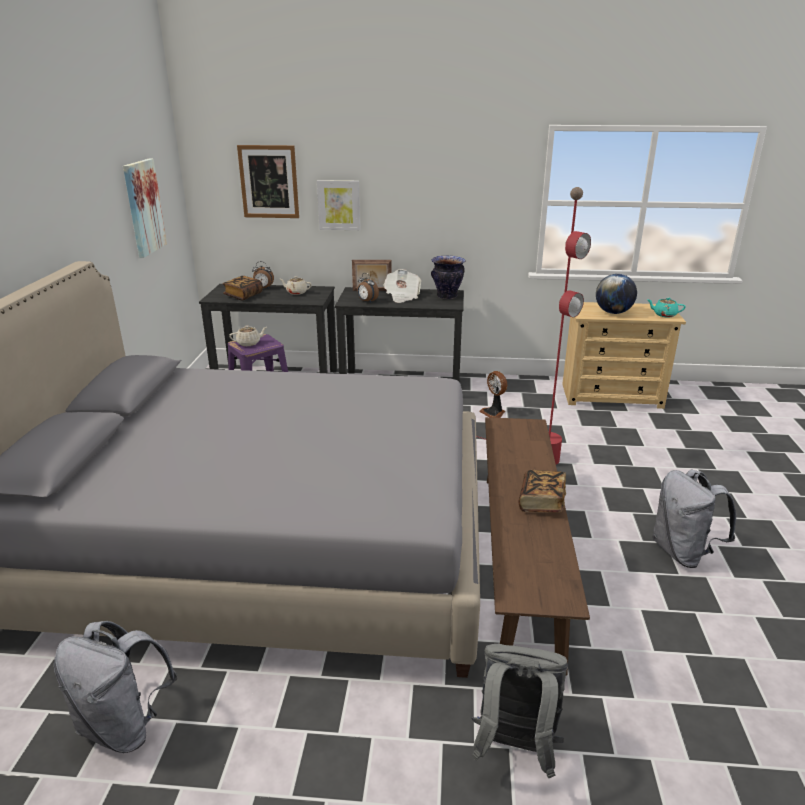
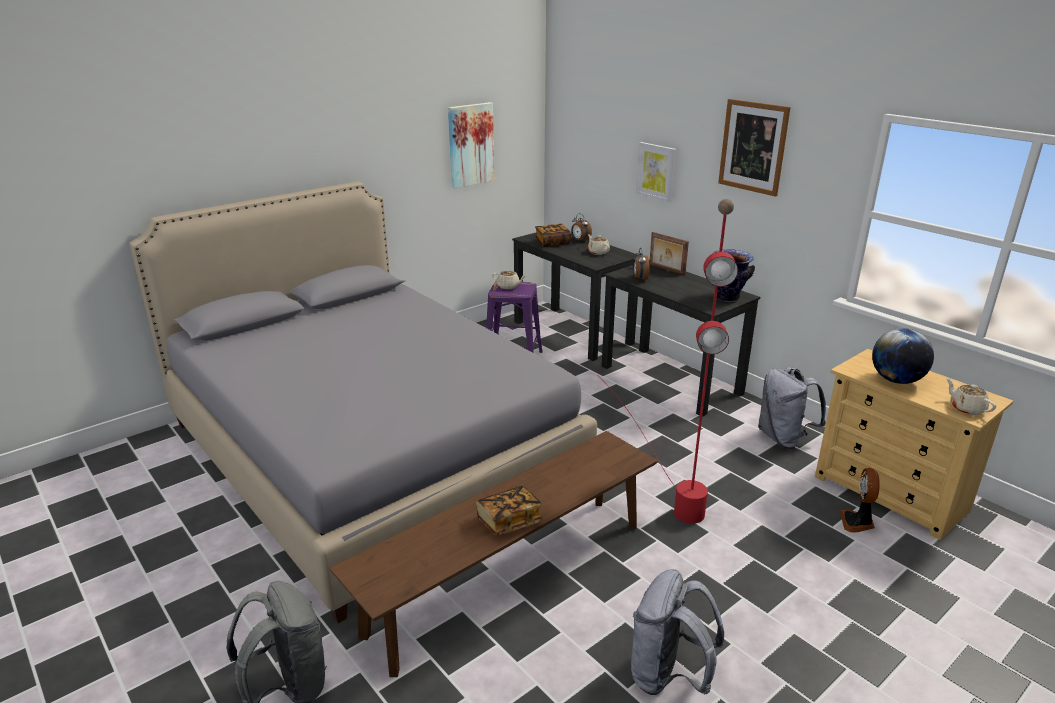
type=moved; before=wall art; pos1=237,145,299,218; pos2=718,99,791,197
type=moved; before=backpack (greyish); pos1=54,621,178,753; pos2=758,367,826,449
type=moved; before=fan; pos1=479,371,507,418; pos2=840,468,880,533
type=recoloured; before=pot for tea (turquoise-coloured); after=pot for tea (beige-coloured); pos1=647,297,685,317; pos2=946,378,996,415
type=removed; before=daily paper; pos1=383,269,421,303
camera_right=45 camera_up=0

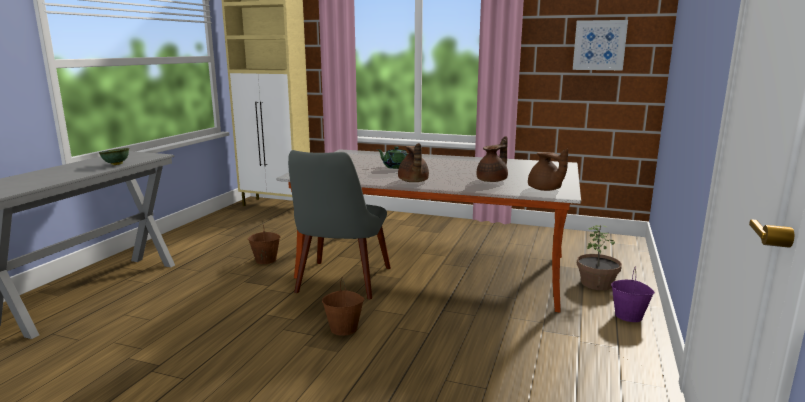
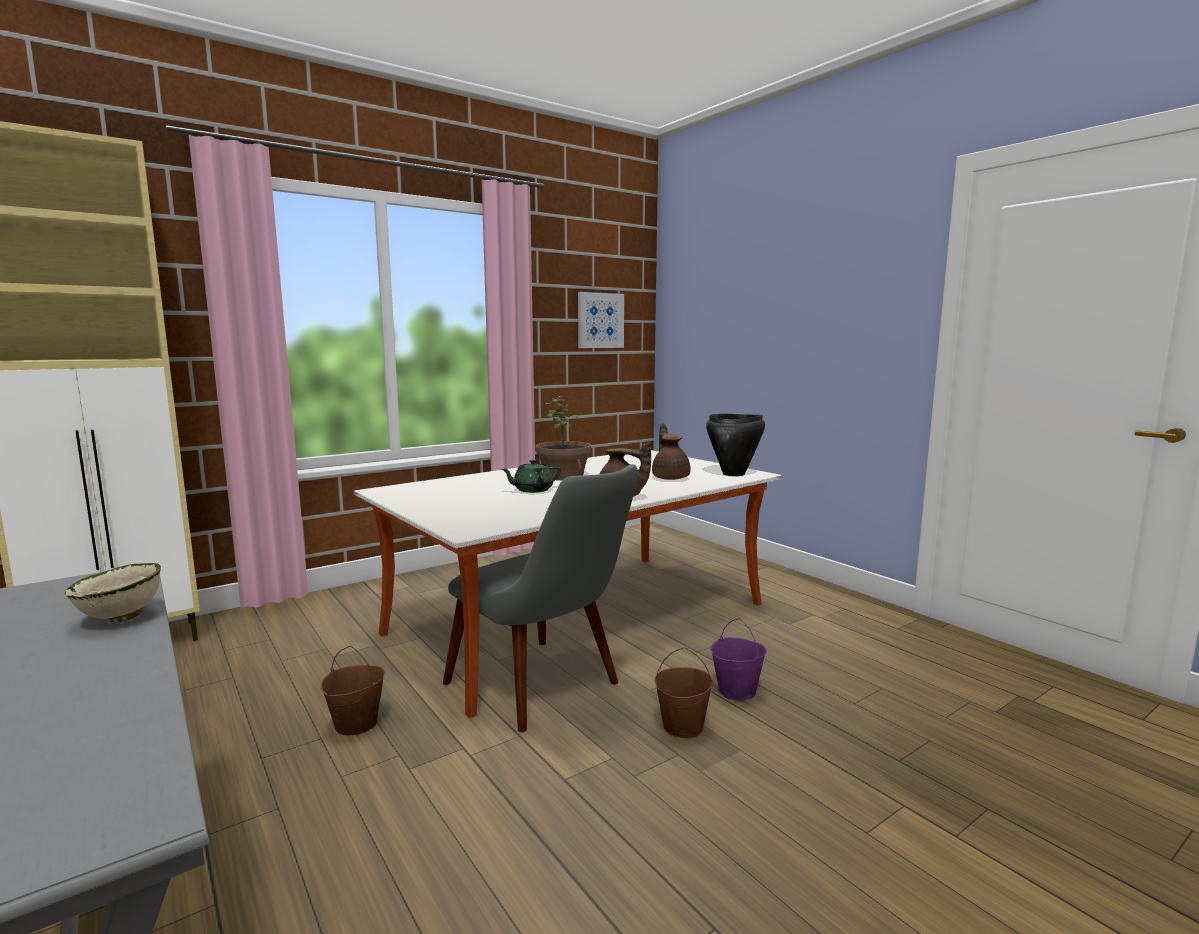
type=recoloured; before=deep dish (greenish); after=deep dish (beige-coloured); pos1=99,148,129,165; pos2=65,563,161,623
type=moved; before=potted plant; pos1=577,225,622,290; pos2=536,396,591,480
type=replaced; before=pot for tea (brown); after=saucepot (black); pos1=528,149,568,191; pos2=706,414,765,476
type=moved; before=bucket (purplish); pos1=611,266,655,322; pos2=711,618,767,701
camera_right=-55 camera_up=-5

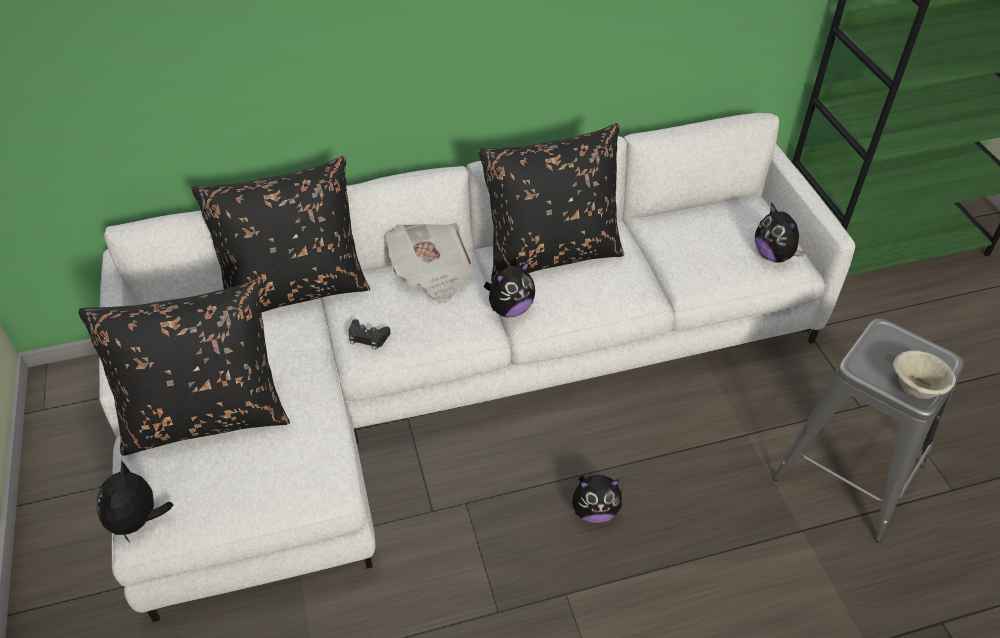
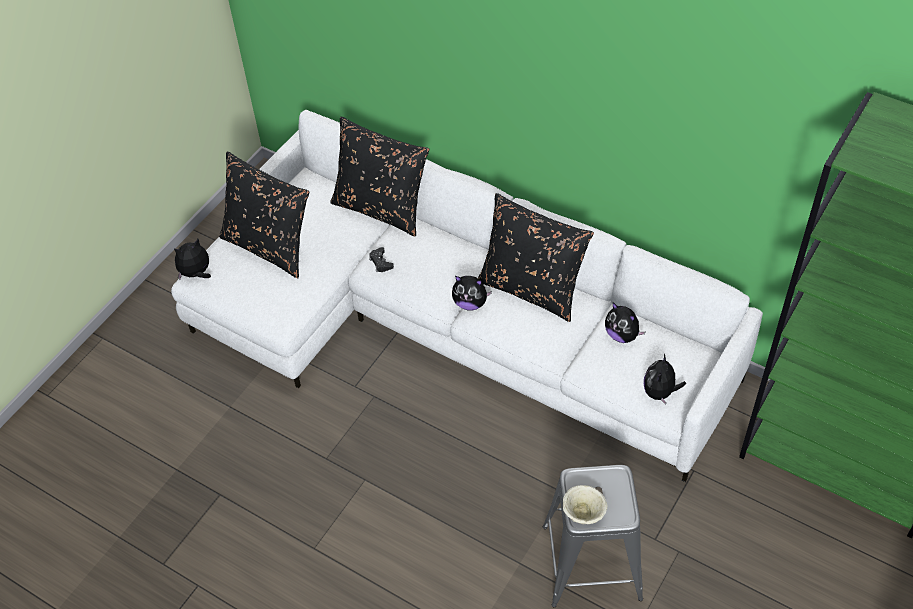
type=moved; before=cuddly toy; pos1=572,475,624,523; pos2=605,302,645,343
type=removed; before=daily paper; pos1=386,223,475,303
camera_right=50 camera_up=5

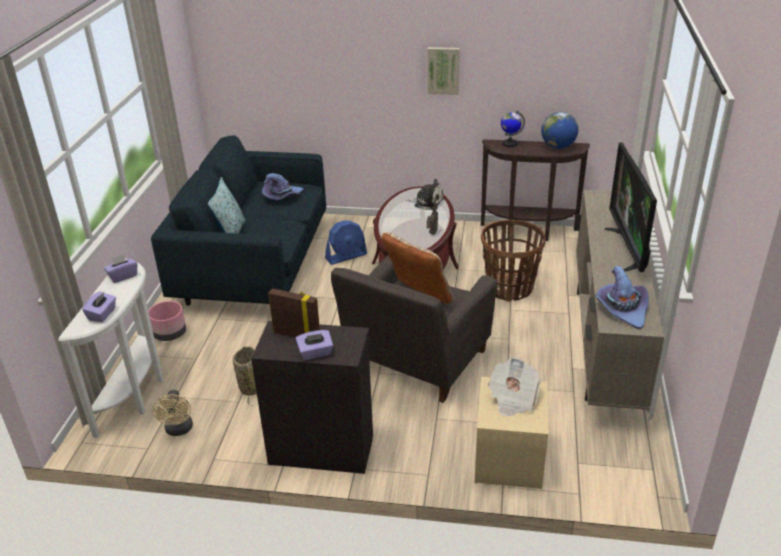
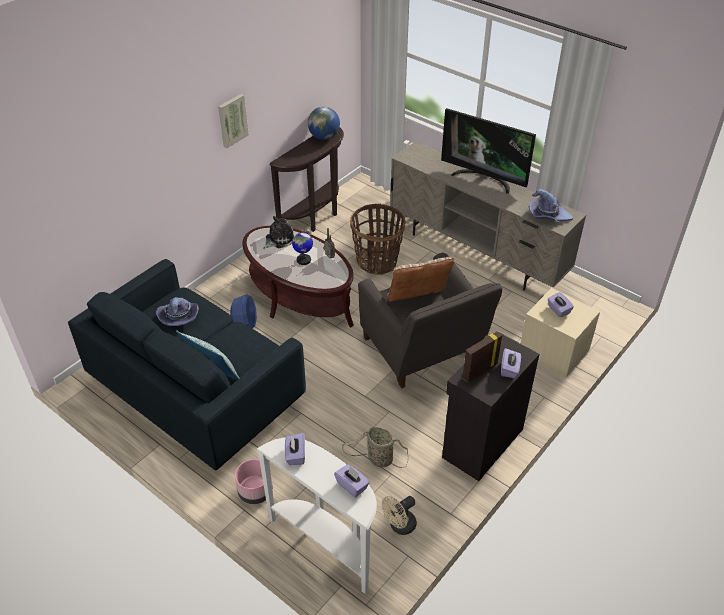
type=moved; before=desk globe; pos1=501,111,525,147; pos2=292,230,313,265
type=turned; before=fan (beige-coloured); pos1=153,390,193,436; pos2=382,496,417,535; turn=120
type=replaced; before=daily paper; after=tissue holder (purplish); pos1=488,357,541,416; pos2=548,292,574,317
camera_right=-60 camera_up=10

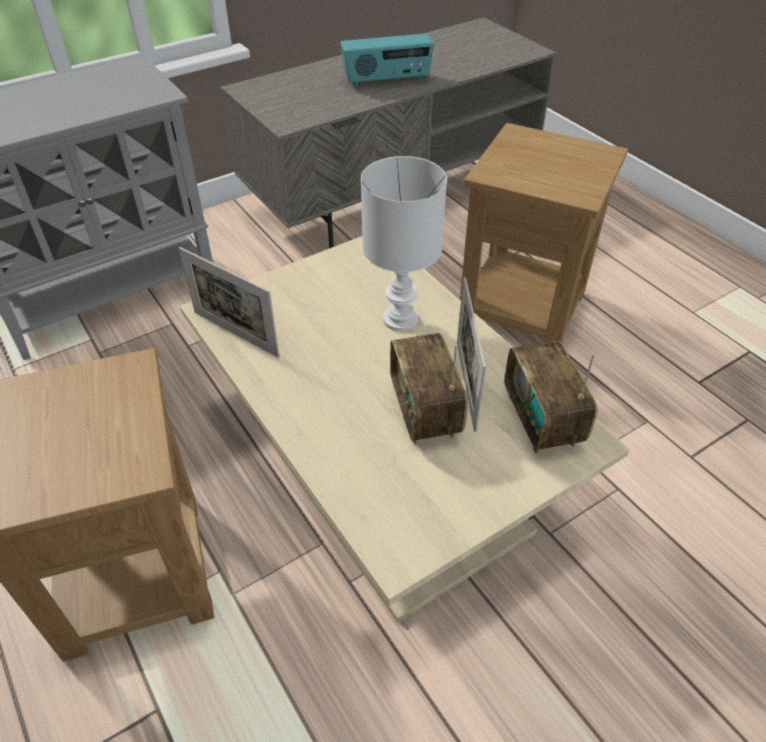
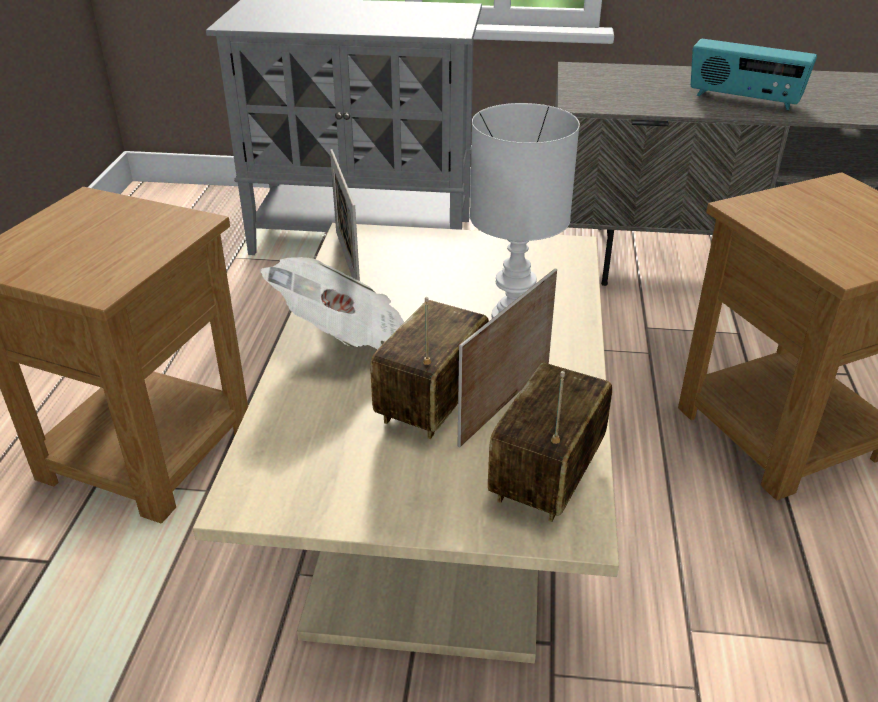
type=added; after=daily paper; pos2=261,257,404,349
camera_right=40 camera_up=-10

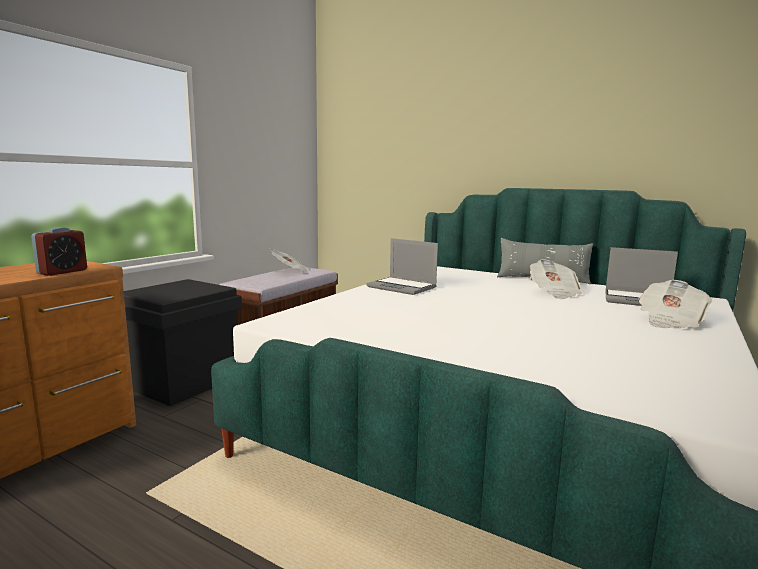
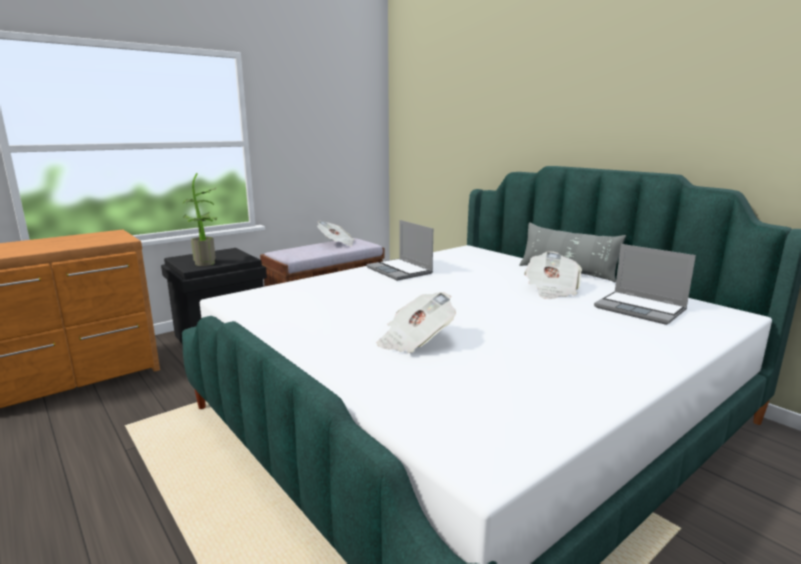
type=added; after=potted plant; pos2=183,173,218,266
type=moved; before=daily paper; pos1=638,280,712,328; pos2=377,292,456,353
type=removed; before=table clock; pos1=31,227,87,276
camera_right=20 camera_up=5

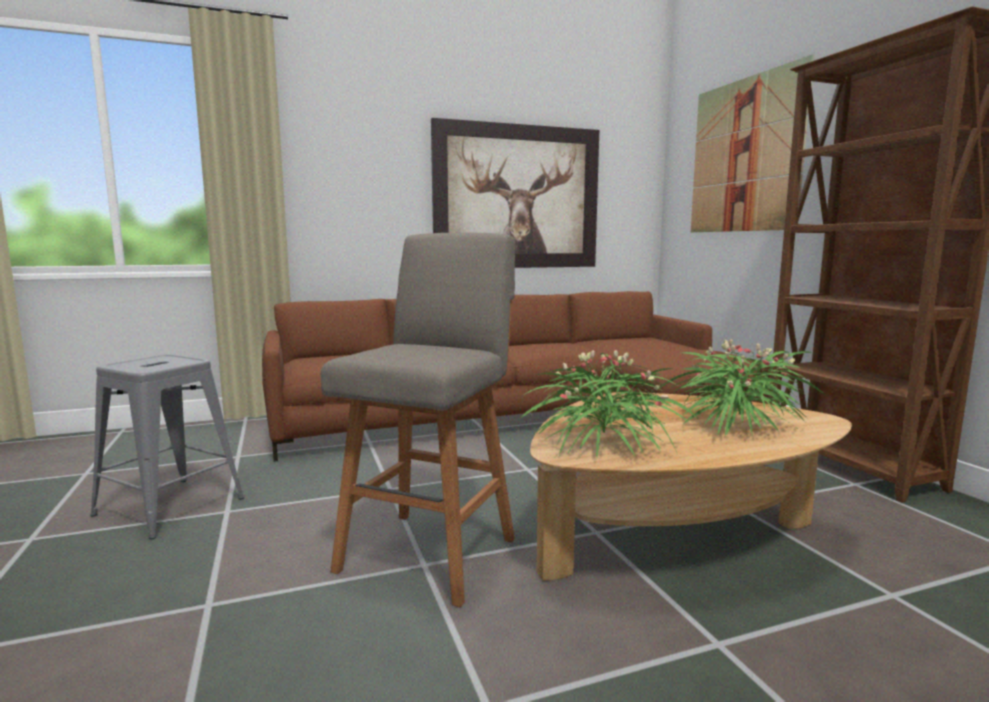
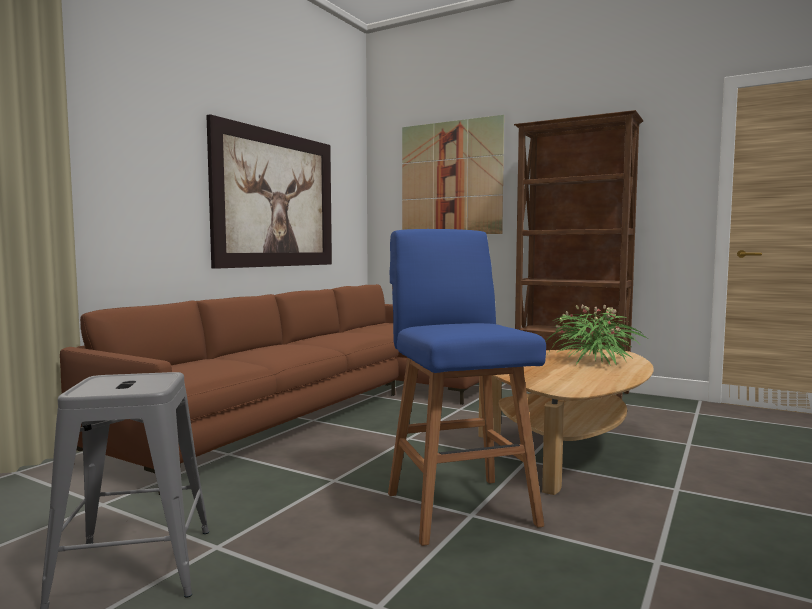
type=recoloured; before=sitting stool (greyish); after=sitting stool (blue-coloured); pos1=320,233,515,607; pos2=388,229,546,546
type=removed; before=potted plant; pos1=519,350,697,457
camera_right=-40 camera_up=-5

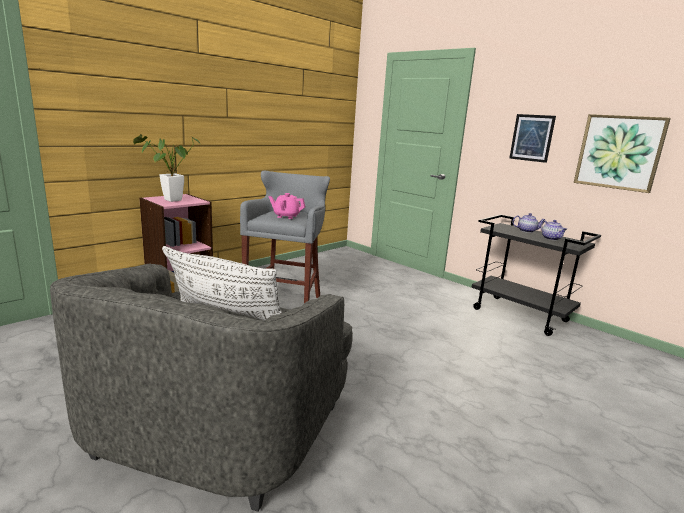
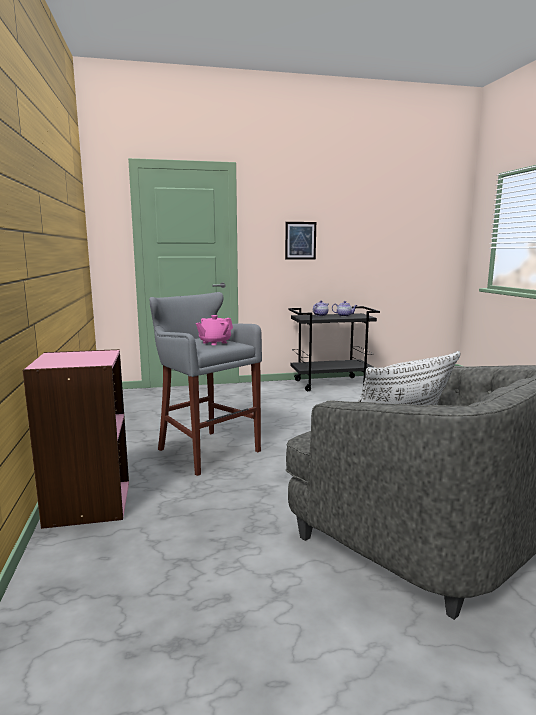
type=removed; before=potted plant; pos1=133,134,201,202
type=removed; before=wall art; pos1=574,114,671,193
camera_right=-55 camera_up=-5

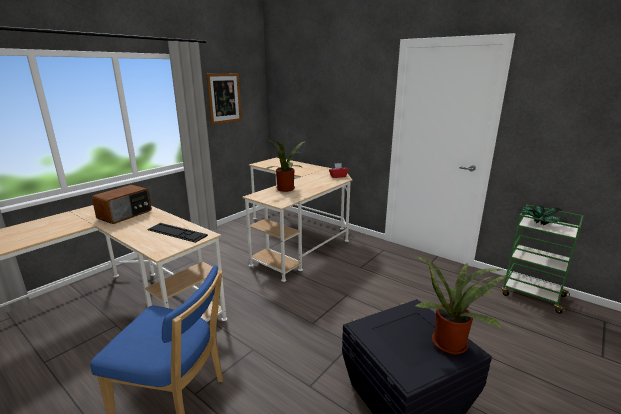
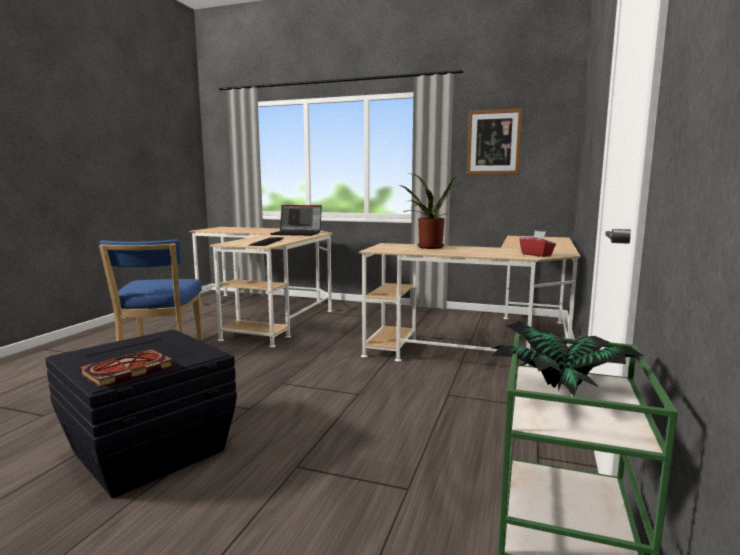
type=replaced; before=potted plant; after=bound book; pos1=415,256,507,355; pos2=78,349,174,388
type=replaced; before=radio receiver; after=notebook computer; pos1=92,185,152,224; pos2=270,205,322,236
camera_right=70 camera_up=-10

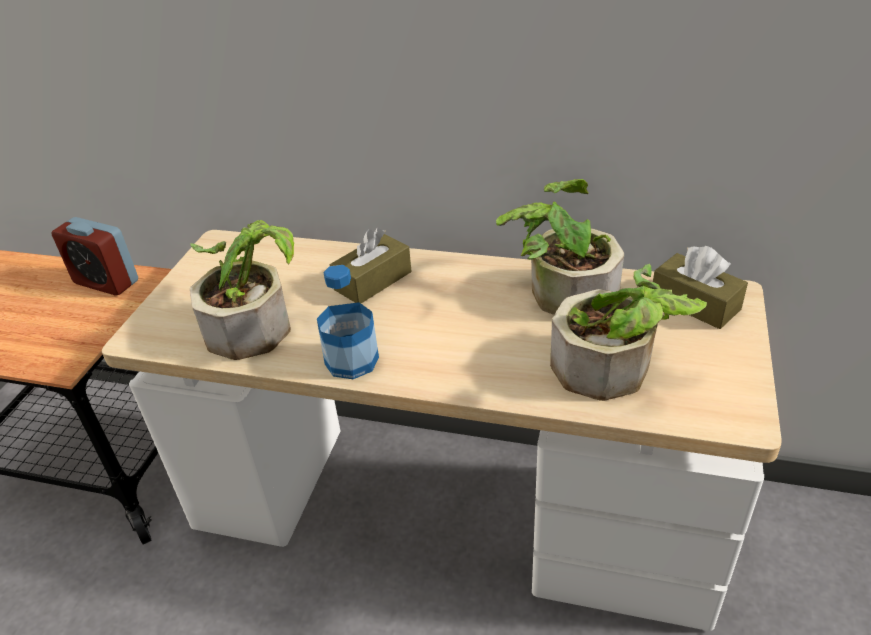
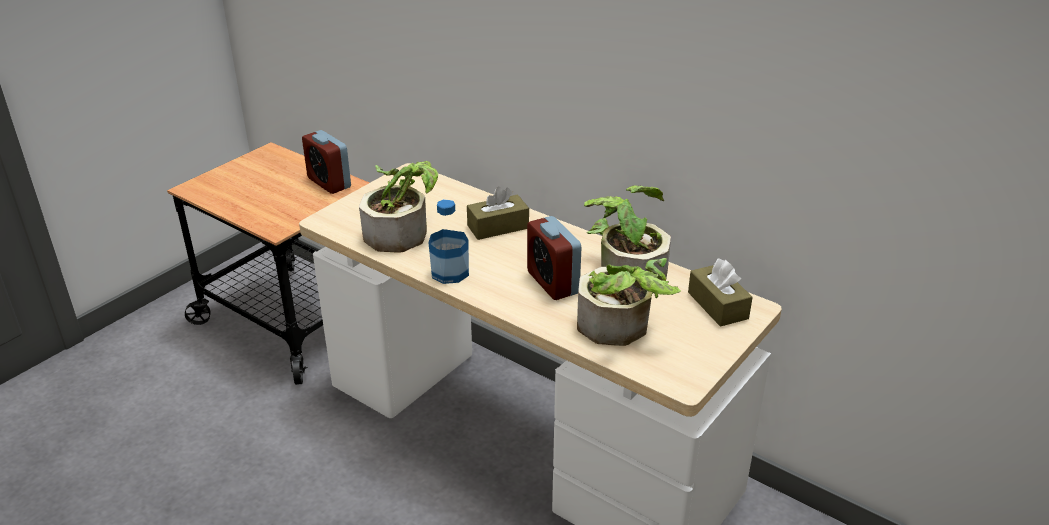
type=added; after=table clock; pos2=527,216,582,300
camera_right=20 camera_up=-5

